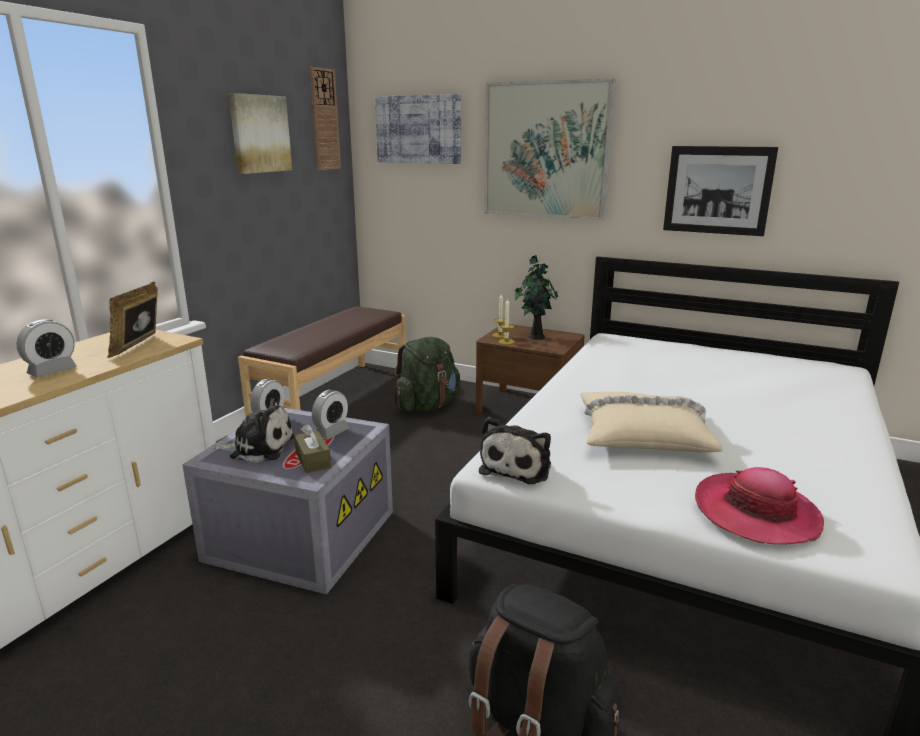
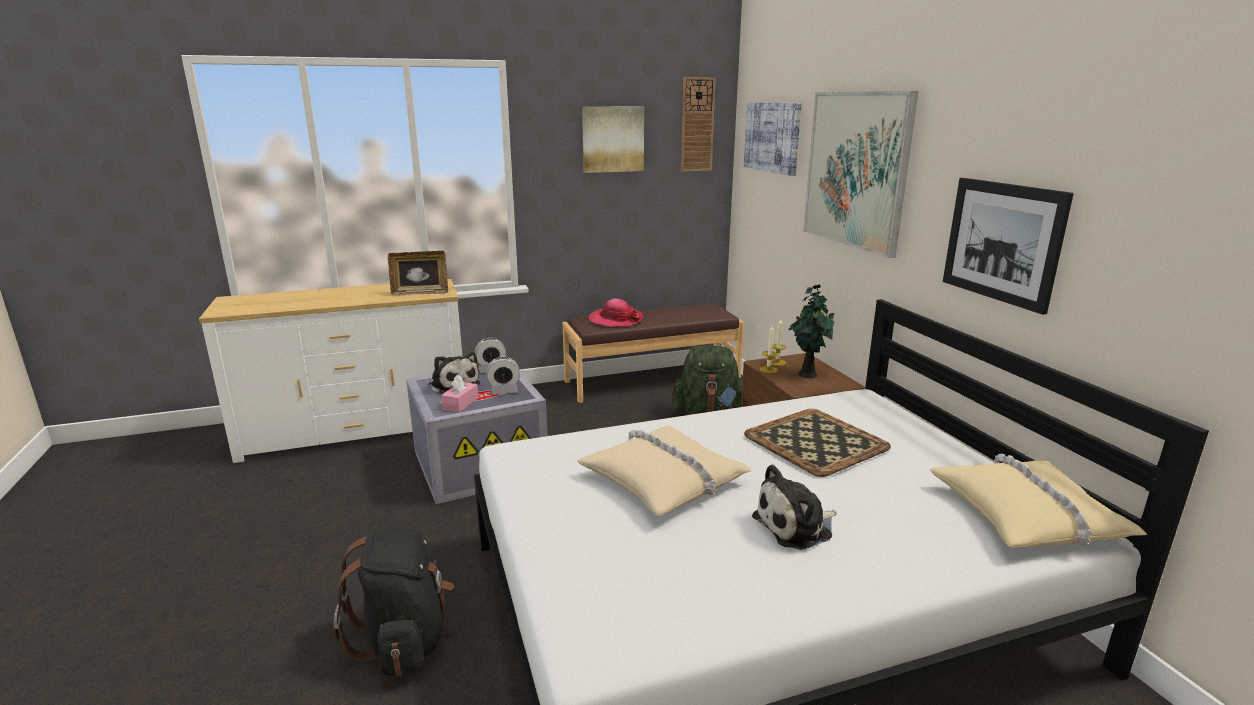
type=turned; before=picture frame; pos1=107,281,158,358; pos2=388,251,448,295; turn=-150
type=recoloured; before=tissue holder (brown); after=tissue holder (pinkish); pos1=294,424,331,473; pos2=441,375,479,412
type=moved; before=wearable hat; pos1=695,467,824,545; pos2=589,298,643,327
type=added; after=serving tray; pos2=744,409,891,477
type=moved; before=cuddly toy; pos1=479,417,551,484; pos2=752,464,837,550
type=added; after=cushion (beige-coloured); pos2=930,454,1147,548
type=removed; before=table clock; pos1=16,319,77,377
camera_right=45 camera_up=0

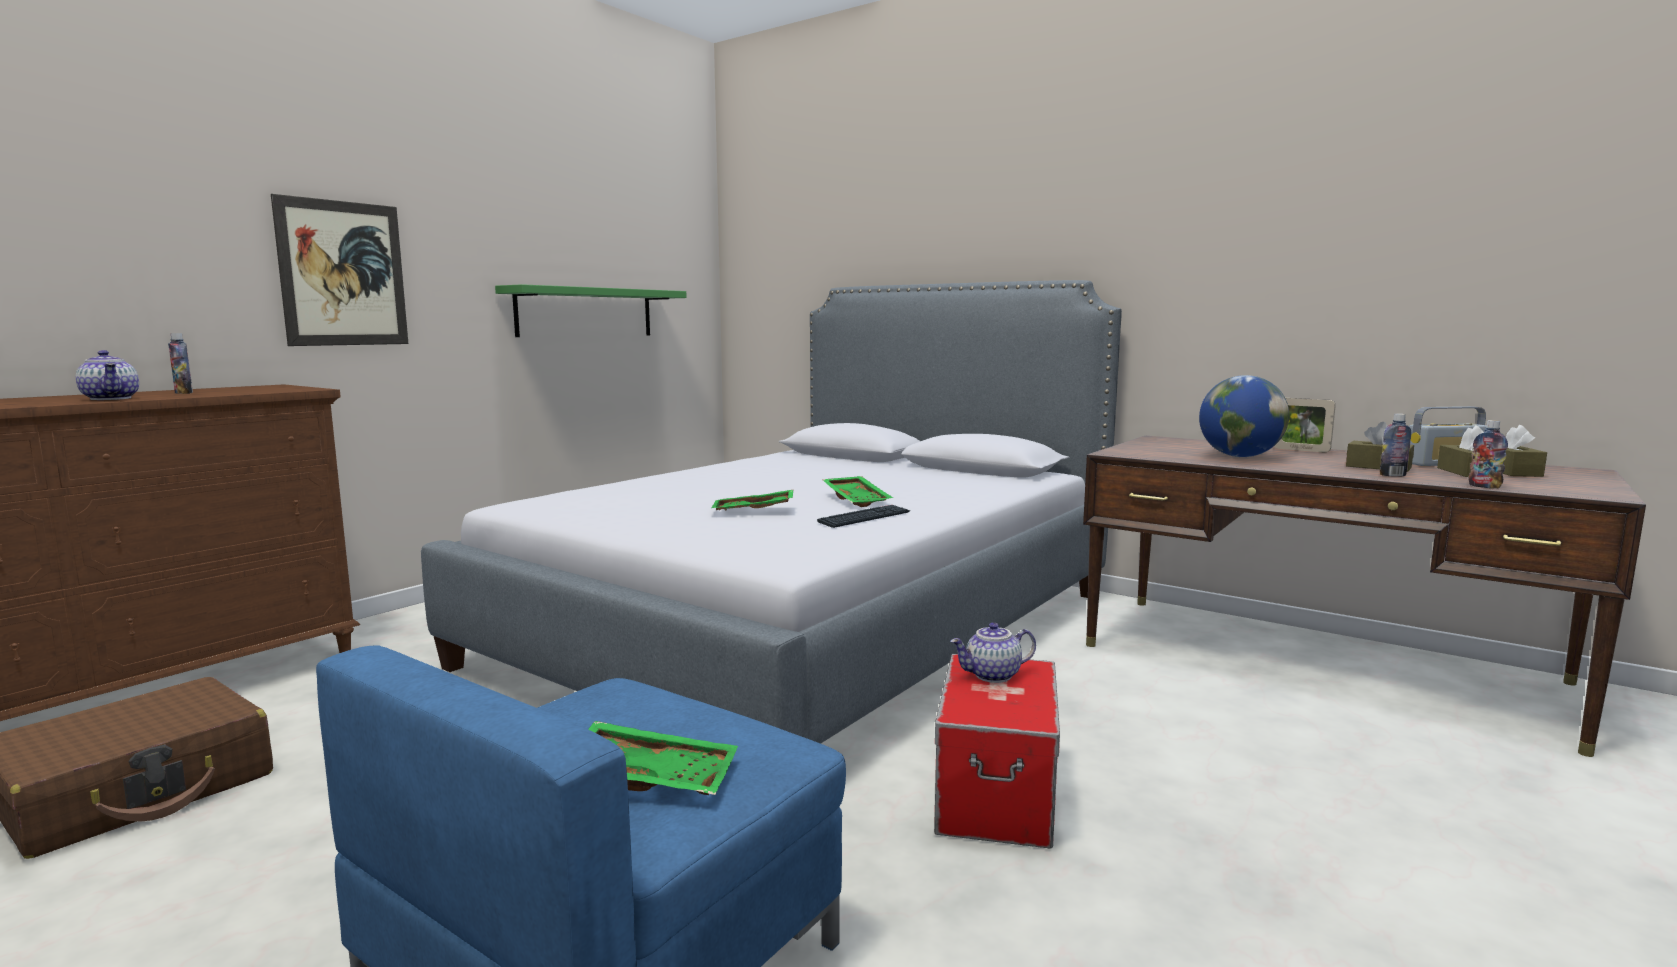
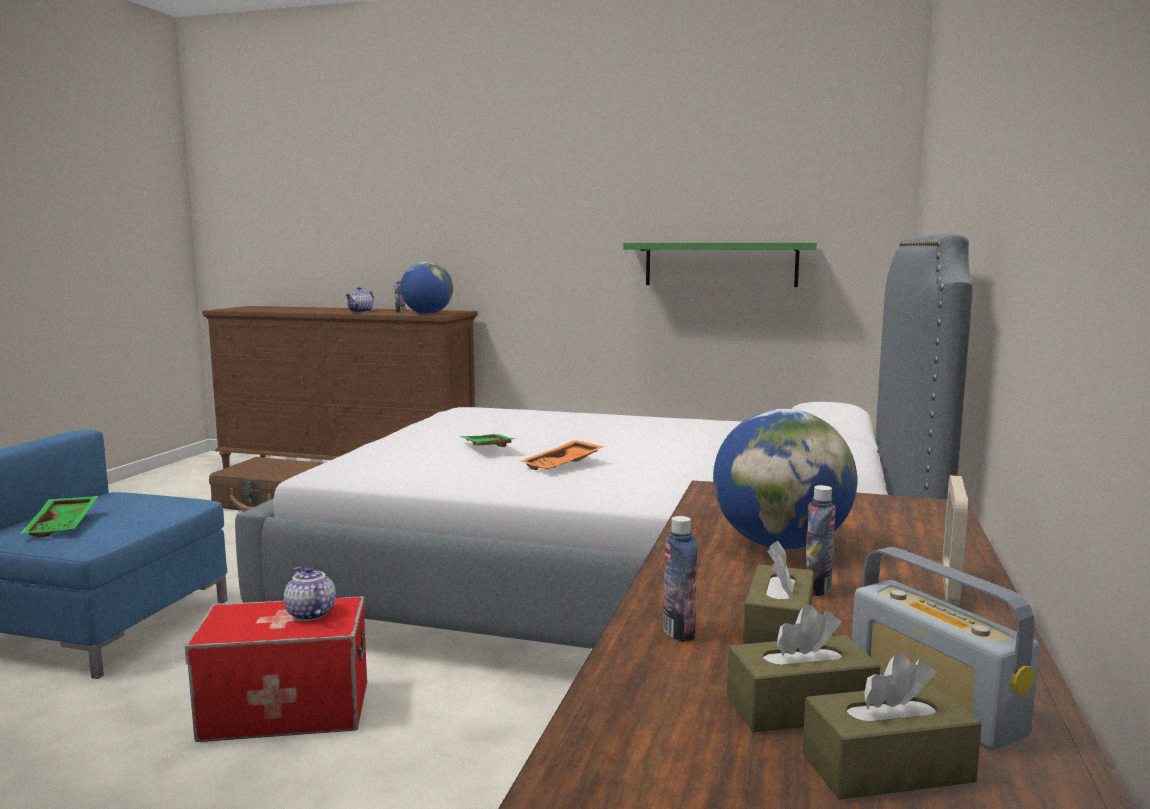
type=added; after=desk globe; pos2=400,262,453,314
type=recoloured; before=serving tray (greenish); after=serving tray (orange); pos1=823,476,893,507; pos2=519,440,604,470
type=moved; before=drink bottle; pos1=1468,420,1508,489; pos2=805,485,836,596
type=removed; before=wall art; pos1=271,194,408,346
type=removed; before=PC keyboard; pos1=817,505,910,528
camera_right=70 camera_up=0

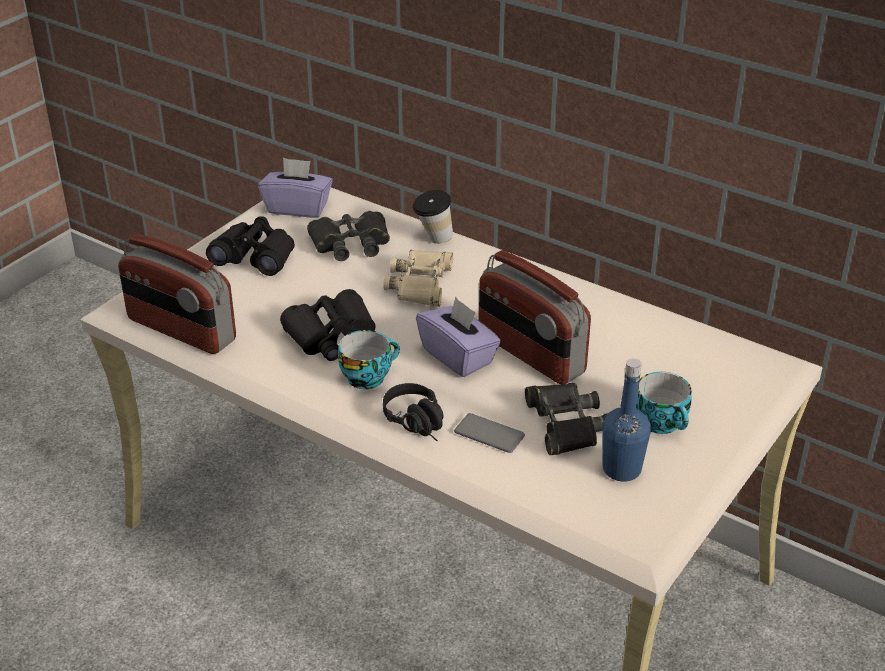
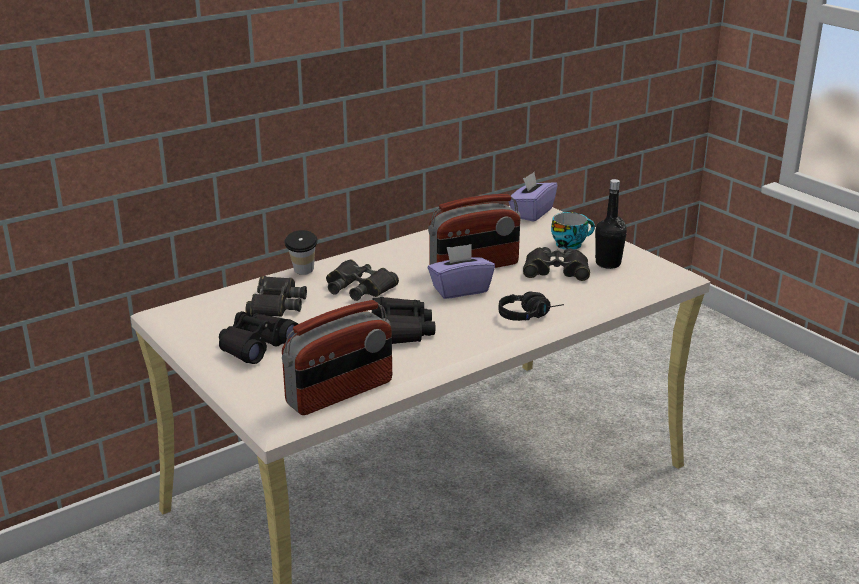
type=recoloured; before=binoculars (beige-coloured); after=binoculars (black); pos1=383,250,453,307; pos2=326,260,399,301
type=moved; before=tissue holder (purplish); pos1=258,158,333,218; pos2=508,172,558,222
type=recoloured; before=drink bottle (blue-coloured); after=drink bottle (black); pos1=602,358,651,481; pos2=595,179,627,269
type=removed; before=small cup; pos1=338,330,400,389
type=removed; before=telephone; pos1=454,413,525,453
camera_right=-70 camera_up=-10

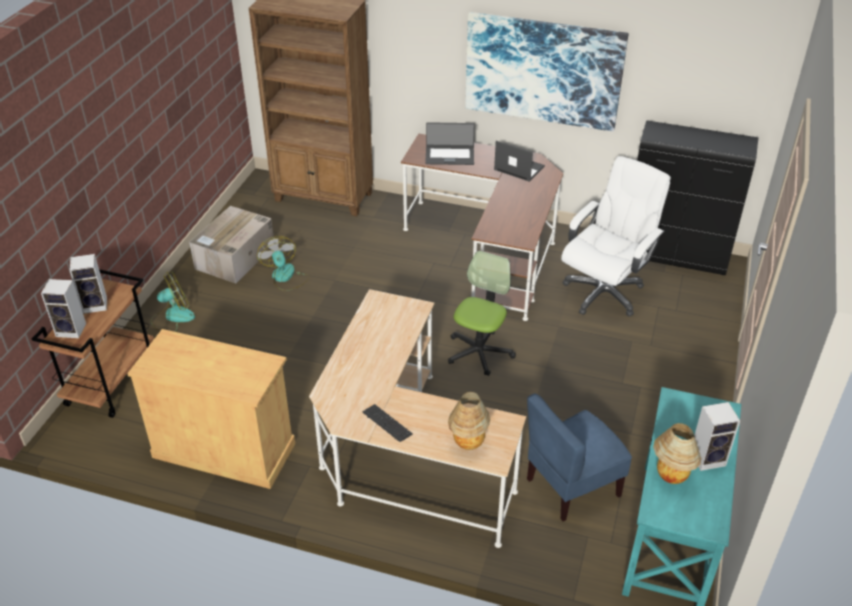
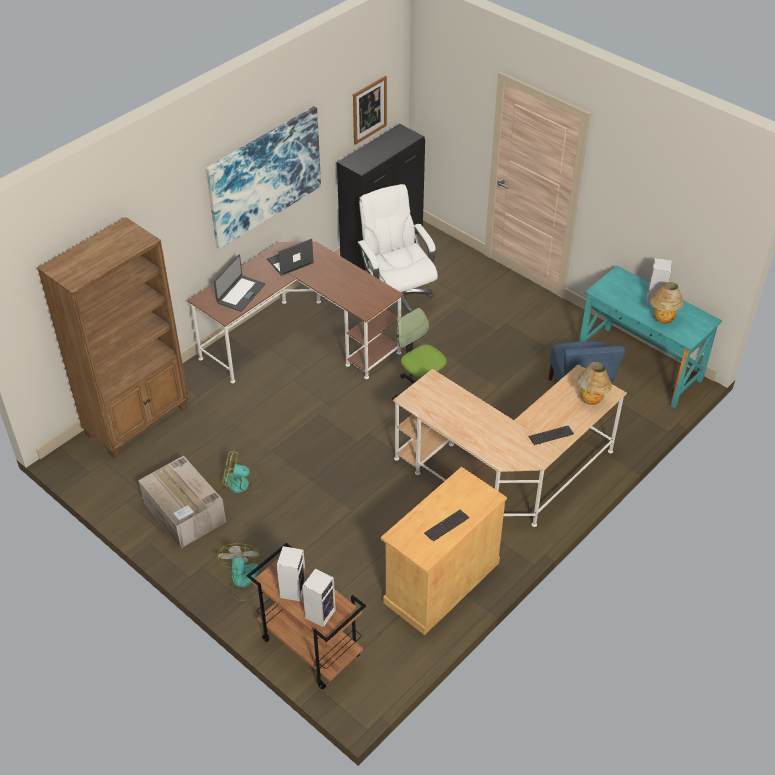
type=added; after=wall art; pos2=353,76,387,145
type=added; after=PC keyboard; pos2=424,510,470,542
camera_right=-65 camera_up=5

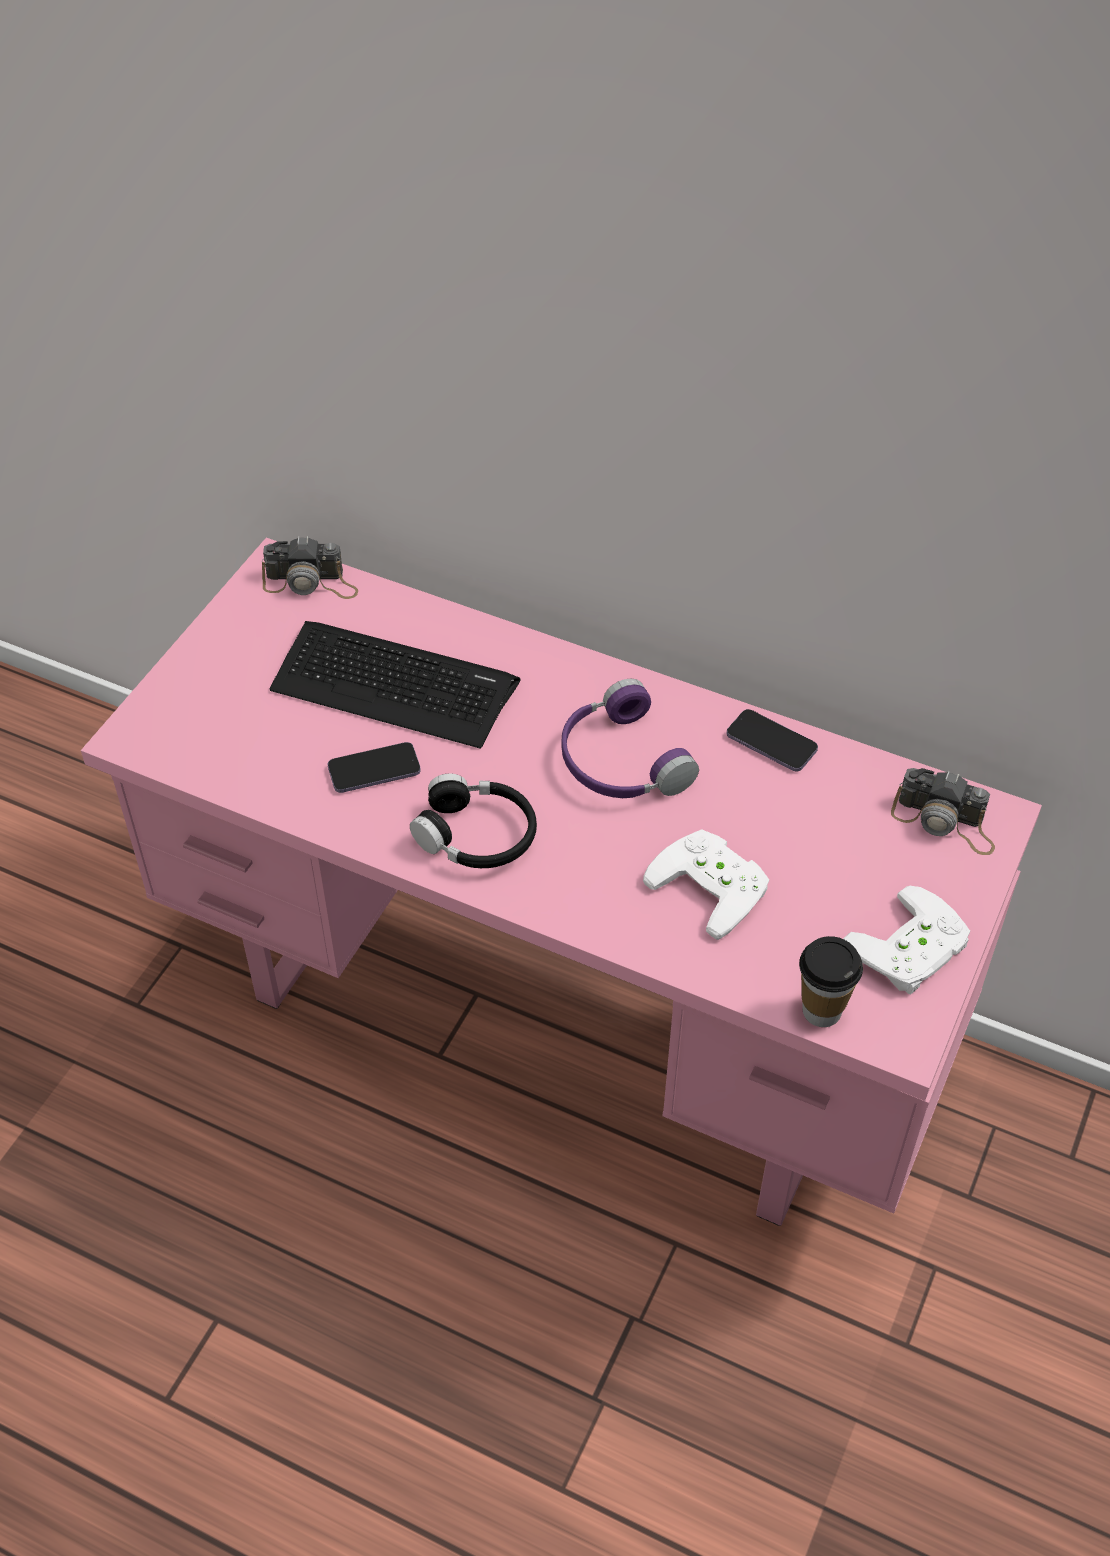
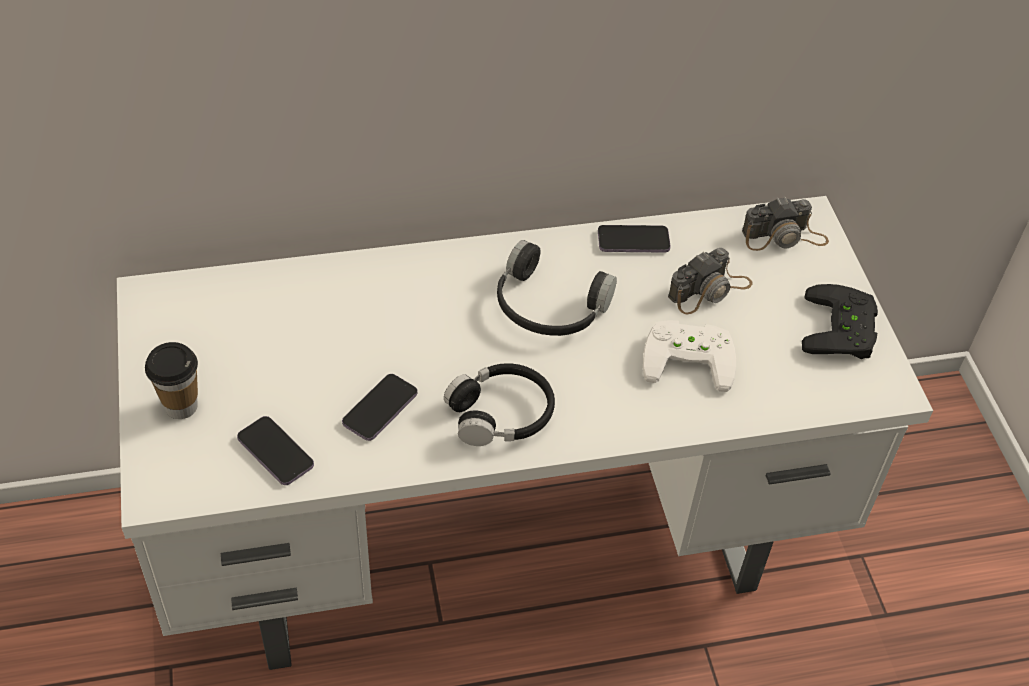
type=recoloured; before=desk (pinkish); after=desk (white-coloured); pos1=81,538,1042,1226; pos2=117,196,933,670
type=moved; before=small cup; pos1=799,936,863,1027; pos2=145,342,198,419
type=added; after=telephone; pos2=237,416,314,485
type=recoloured; before=headphones (purplish); after=headphones (black); pos1=561,678,699,798; pos2=497,240,617,336
type=moved; before=still camera; pos1=262,536,358,599; pos2=668,248,752,314
type=recoloured; before=gamepad (white-coloured); after=gamepad (black); pos1=843,886,970,994; pos2=802,284,878,359
type=removed; before=PC keyboard; pos1=270,621,520,749
camera_right=-40 camera_up=0

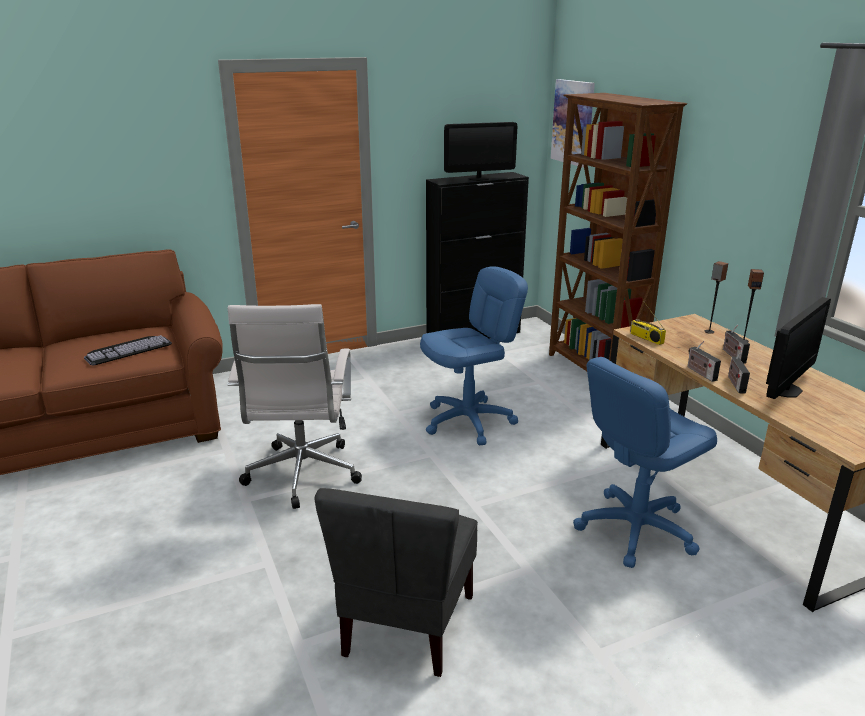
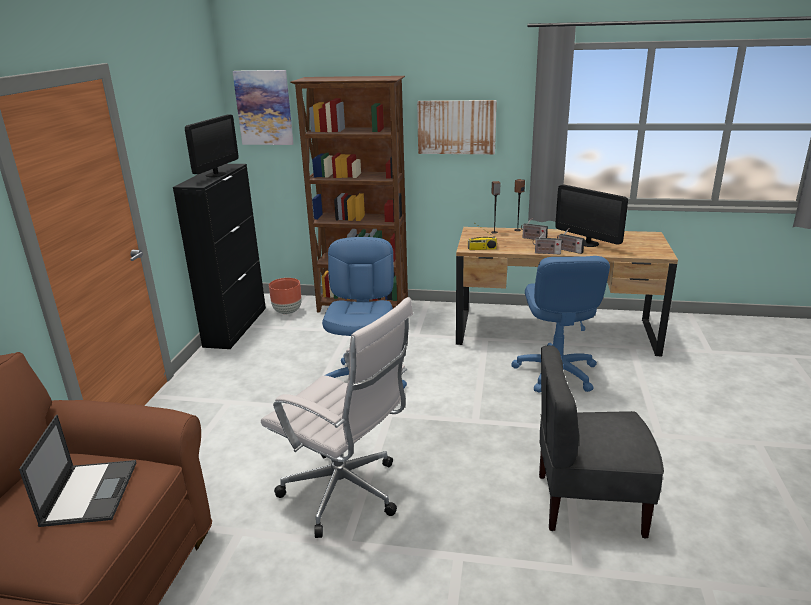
type=replaced; before=PC keyboard; after=notebook computer; pos1=84,335,172,366; pos2=19,415,136,527
type=added; after=planter (brown); pos2=269,278,302,314
type=added; after=wall art; pos2=417,100,497,154
type=turned; before=upright chair (greyish); pos1=314,488,478,677; pos2=539,345,664,539; turn=135
type=turned; before=computer screen; pos1=766,297,831,399; pos2=555,185,628,247; turn=150
camera_right=-55 camera_up=0

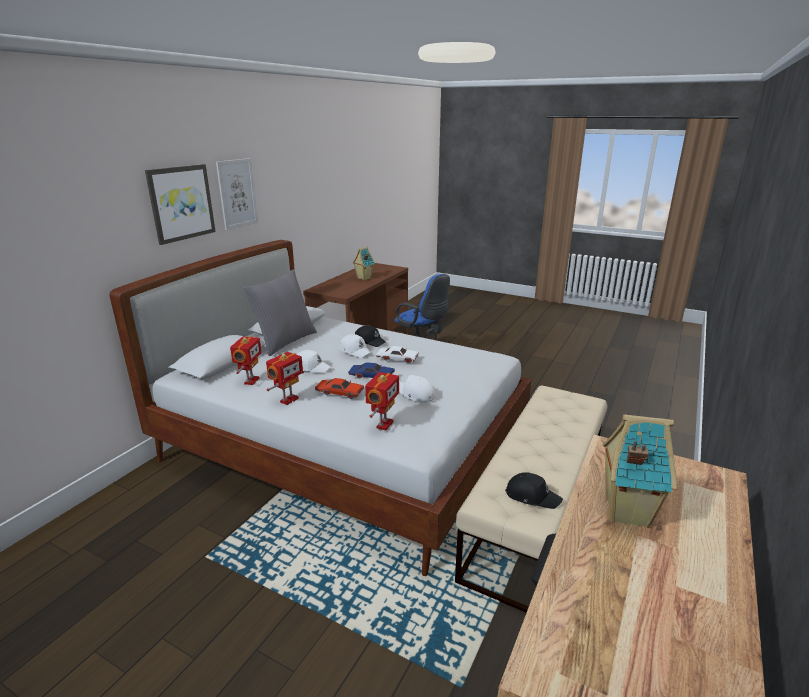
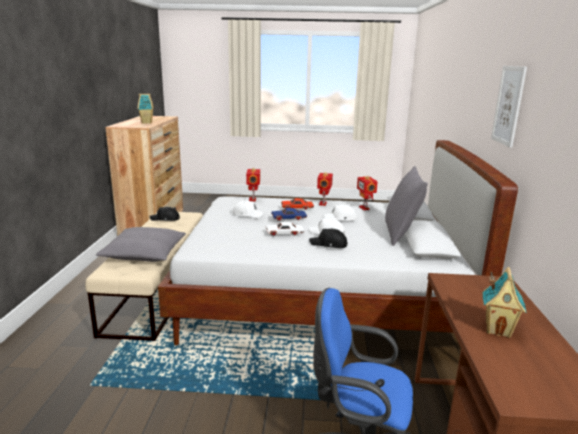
type=added; after=cushion (greyish); pos2=96,227,186,262
type=removed; before=wall art; pos1=145,164,216,245
camera_right=155 camera_up=-5

